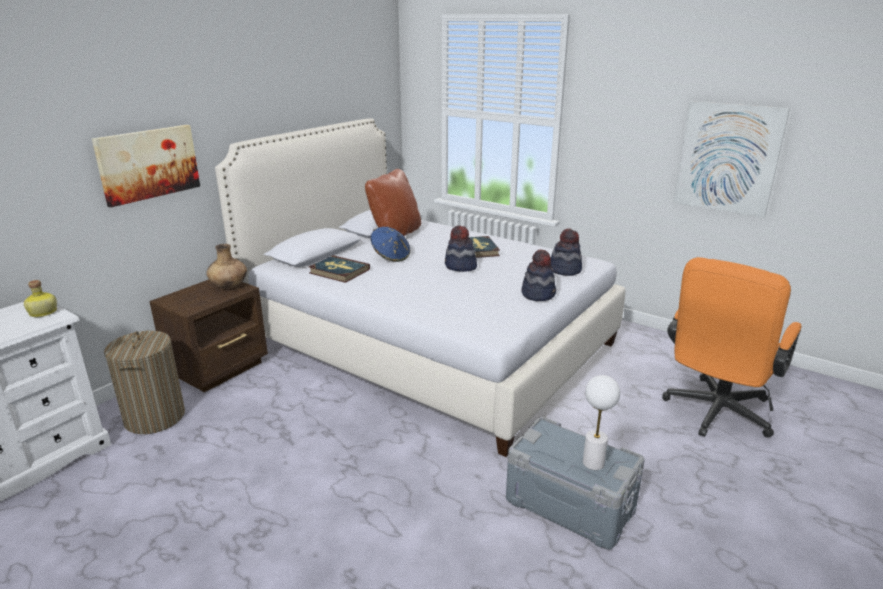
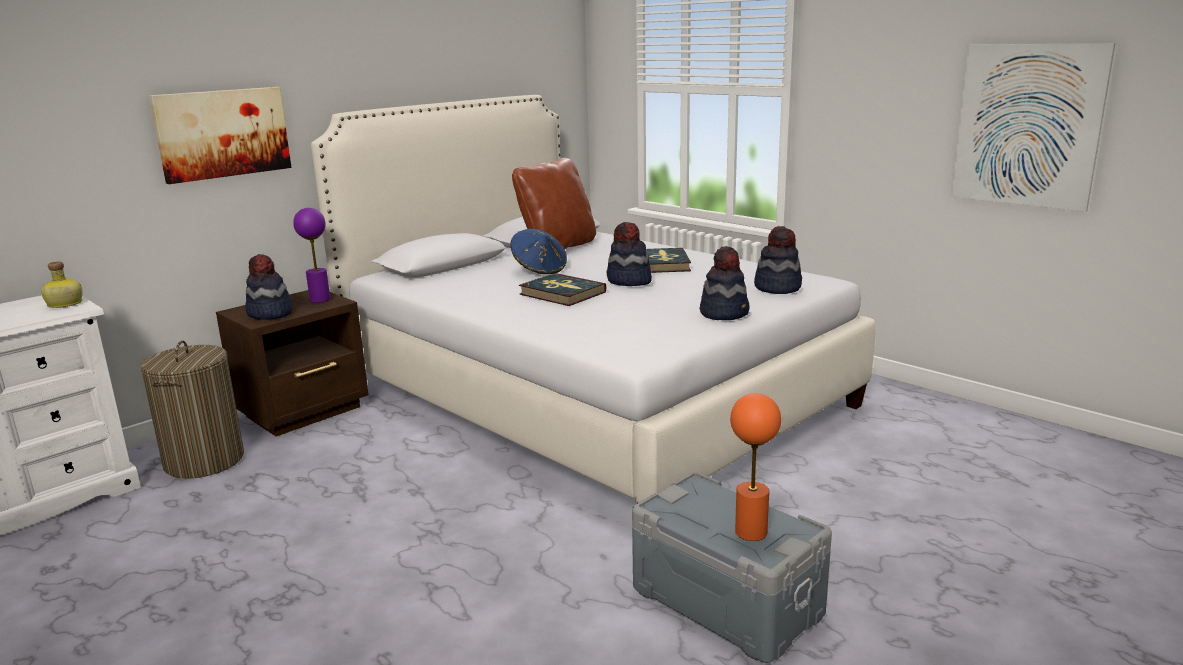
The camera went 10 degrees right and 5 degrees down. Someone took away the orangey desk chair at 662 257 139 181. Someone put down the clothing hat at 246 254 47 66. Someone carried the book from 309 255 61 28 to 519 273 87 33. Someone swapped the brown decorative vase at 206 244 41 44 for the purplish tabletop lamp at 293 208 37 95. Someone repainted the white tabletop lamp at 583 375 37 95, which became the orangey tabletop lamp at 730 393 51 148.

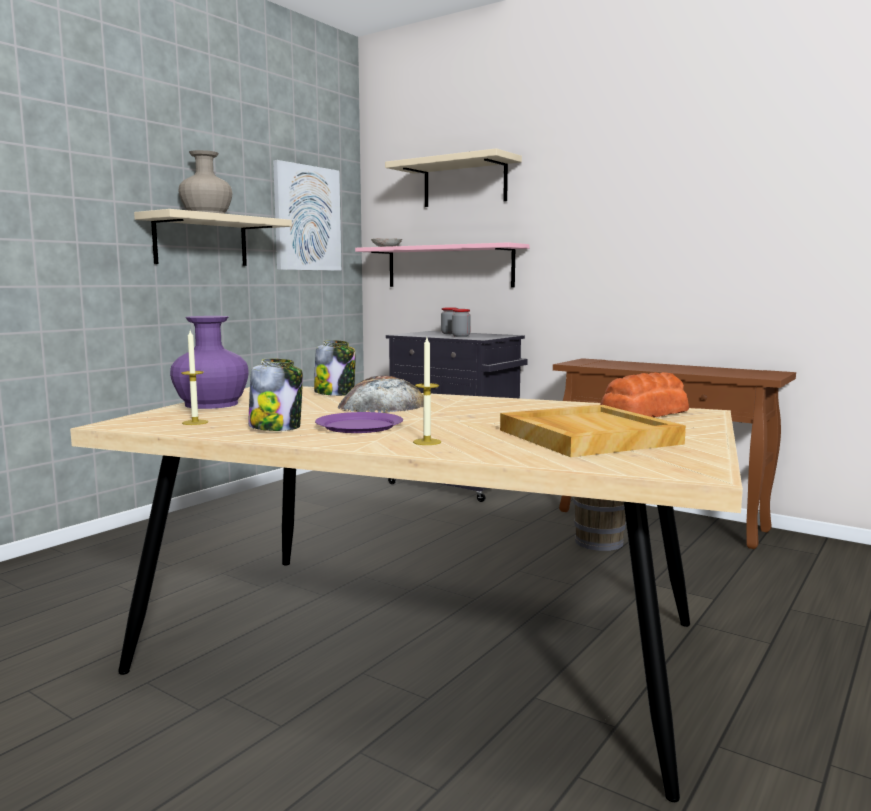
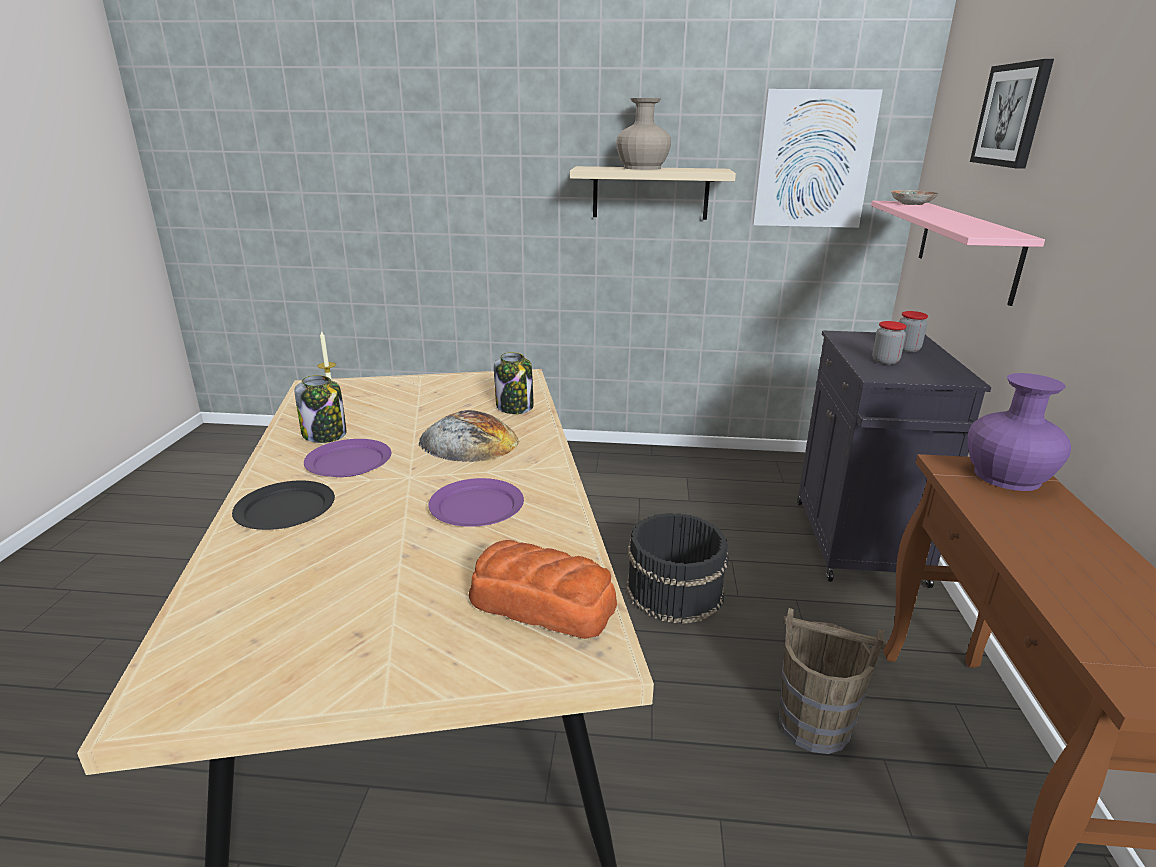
The camera went 60 degrees right and 15 degrees up. Someone took away the sand-coloured serving tray at 500 405 186 52. Someone put down the purplish flat dish at 428 478 96 49. Someone put down the black water bucket at 626 513 103 111. Someone carried the purplish decorative vase from 170 316 79 93 to 967 373 104 118. Someone swapped the sand-coloured shelf at 385 148 137 59 for the wall picture at 970 59 84 110. Someone swapped the candle at 413 338 28 107 for the black flat dish at 232 480 103 50.

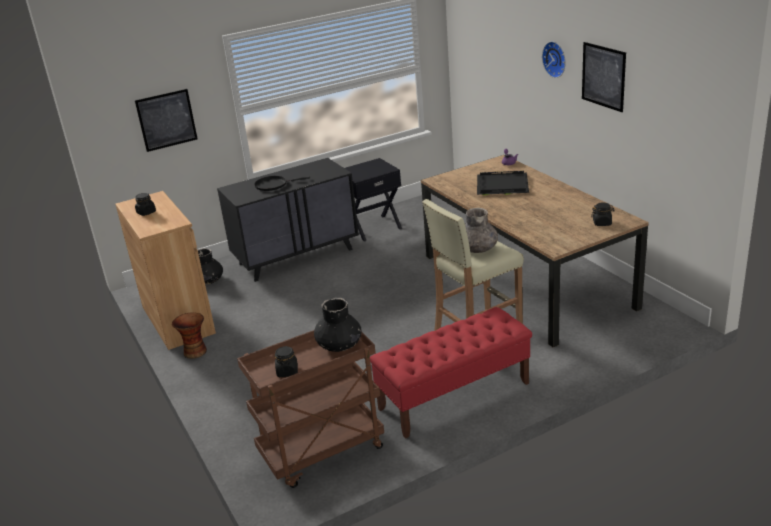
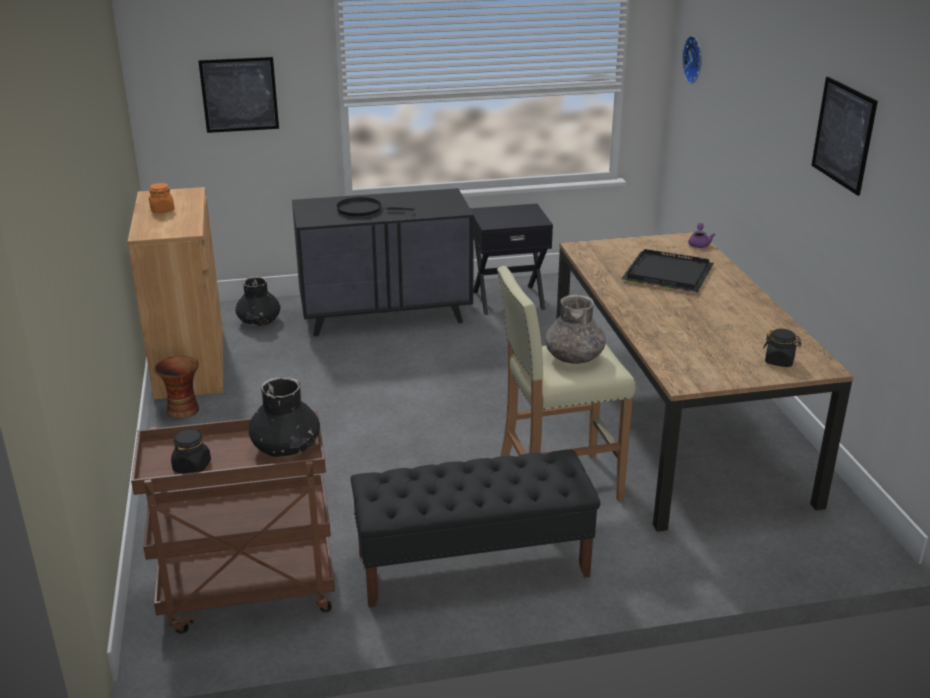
The camera went 15 degrees right and 0 degrees up. Someone carried the hanging clock from 542 41 24 37 to 682 36 20 48. Someone repainted the black storage jar at 135 193 21 23, which became the orangey storage jar at 149 183 26 30. Someone repainted the red long seat at 370 307 162 132, which became the black long seat at 351 449 250 159.

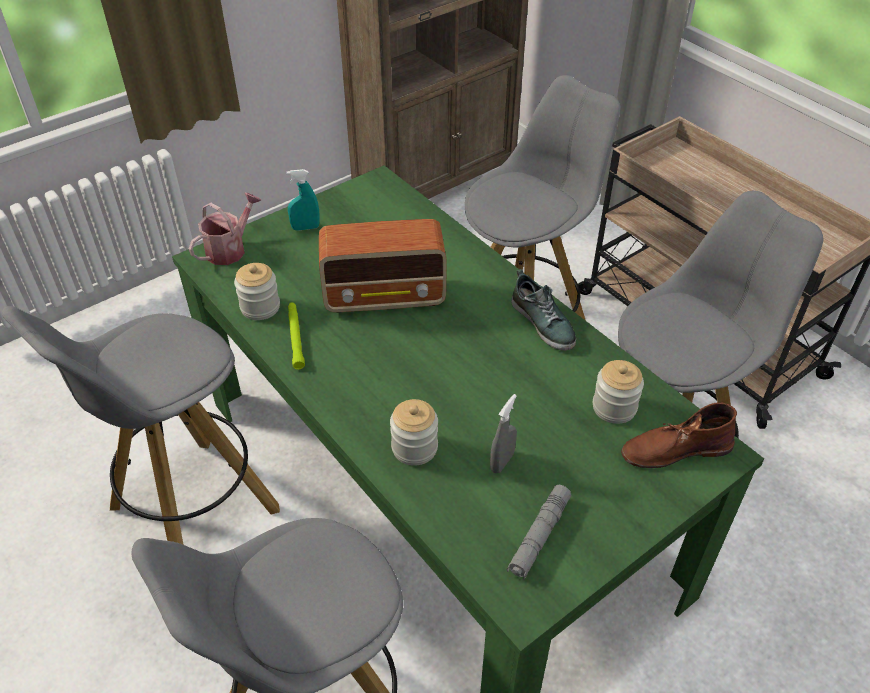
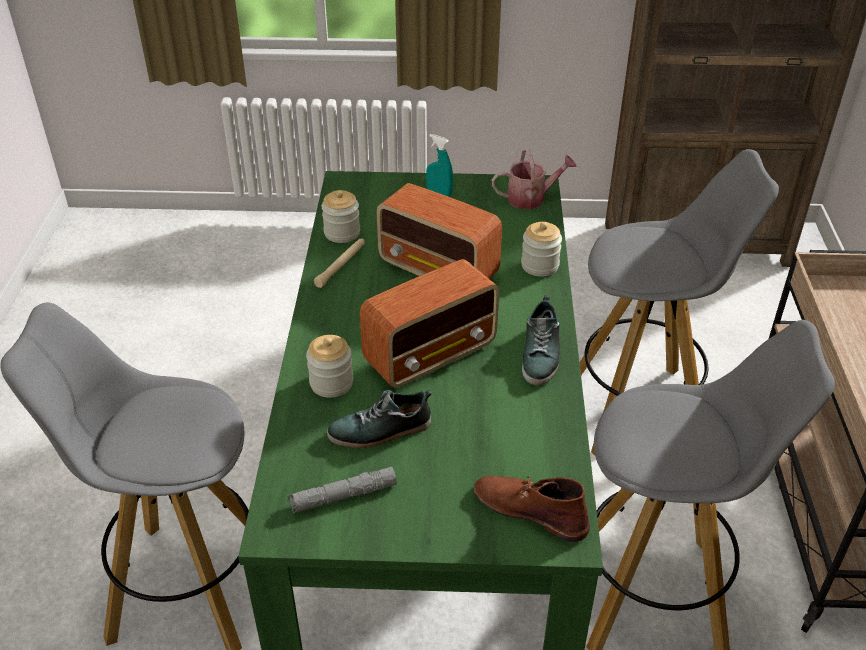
The camera went 40 degrees right and 5 degrees down. Someone took away the greyish stool at 2 306 278 239. Someone put down the radio receiver at 360 259 139 129. Someone carried the watering pot from 189 193 72 72 to 492 149 85 60. Someone carried the storage jar from 593 360 51 64 to 521 222 41 54. Someone swapped the greyish hand sprayer at 490 394 27 79 for the shoe at 327 389 105 59. Someone repainted the greenish torch at 288 302 17 68, which became the sand-coloured torch at 314 239 51 49.

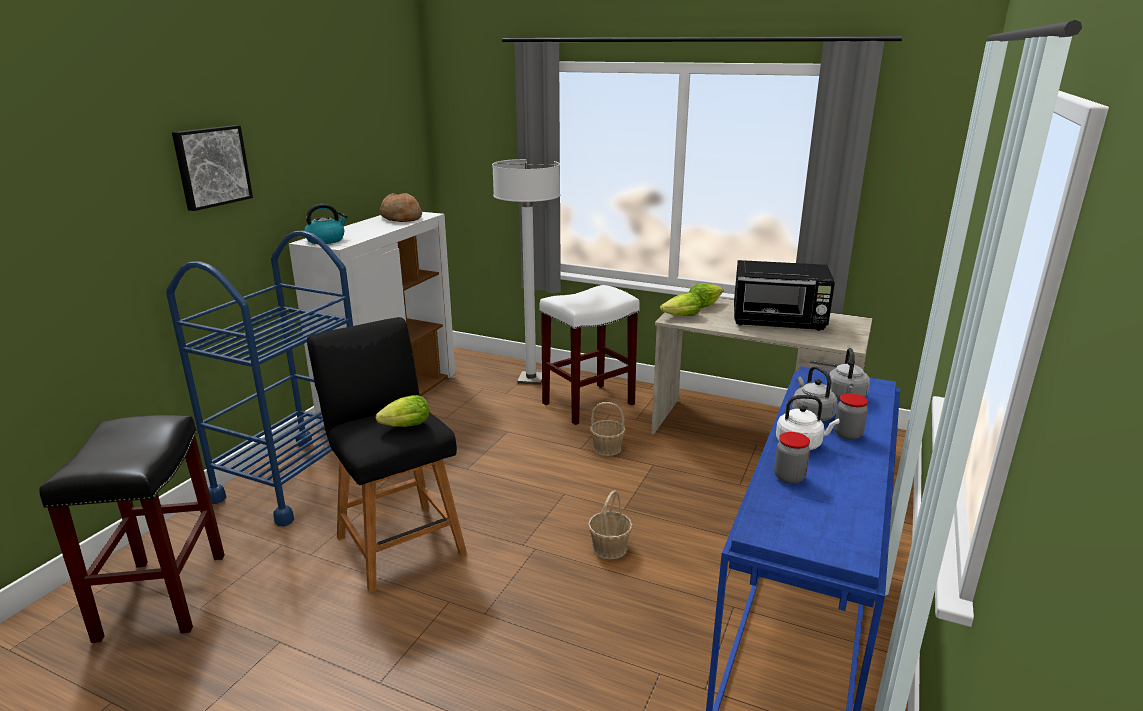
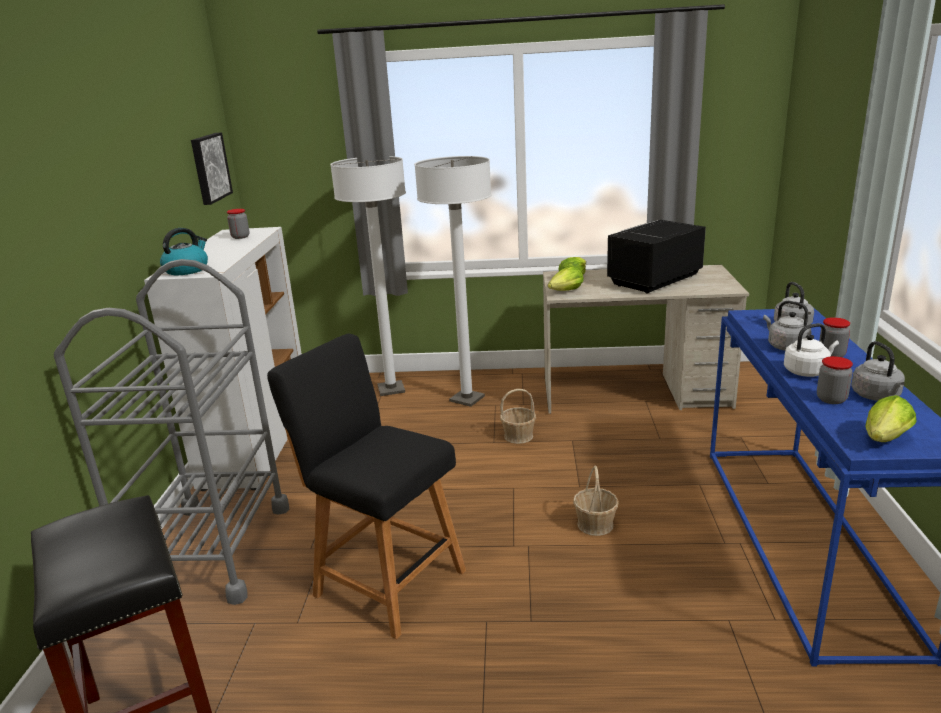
The camera went 20 degrees left and 0 degrees up. Someone put down the greyish water kettle at 851 341 54 60. Someone carried the wall picture from 172 125 81 86 to 191 132 42 73. Someone carried the lettuce from 376 395 53 32 to 866 395 50 47. Someone swapped the baked bread at 380 193 42 29 for the storage jar at 227 209 23 30. Someone swapped the white stool at 540 285 100 140 for the white standing lamp at 414 156 78 251. Someone repainted the blue wheeled cart at 166 231 187 296, which became the greyish wheeled cart at 54 259 235 346. Someone rotated the black microwave at 734 260 101 71 by 150 degrees clockwise.

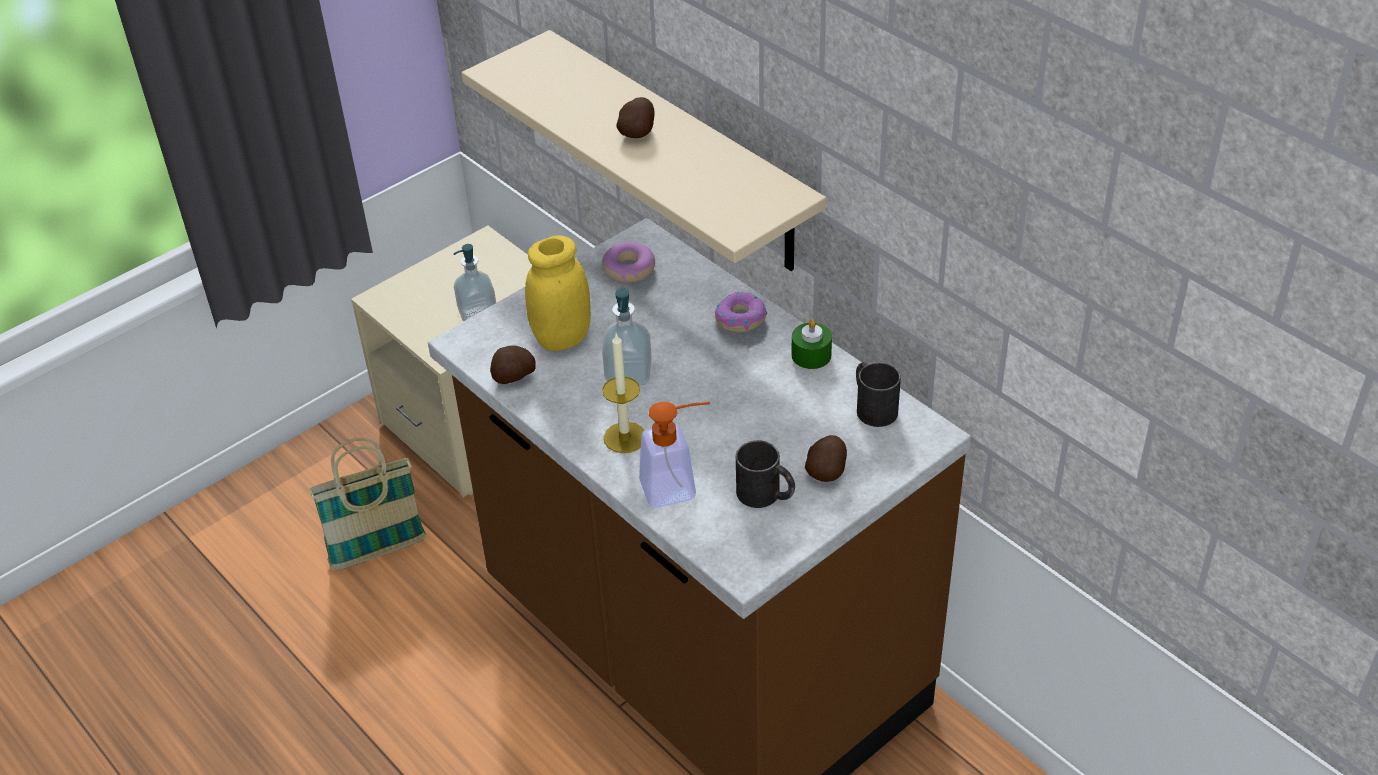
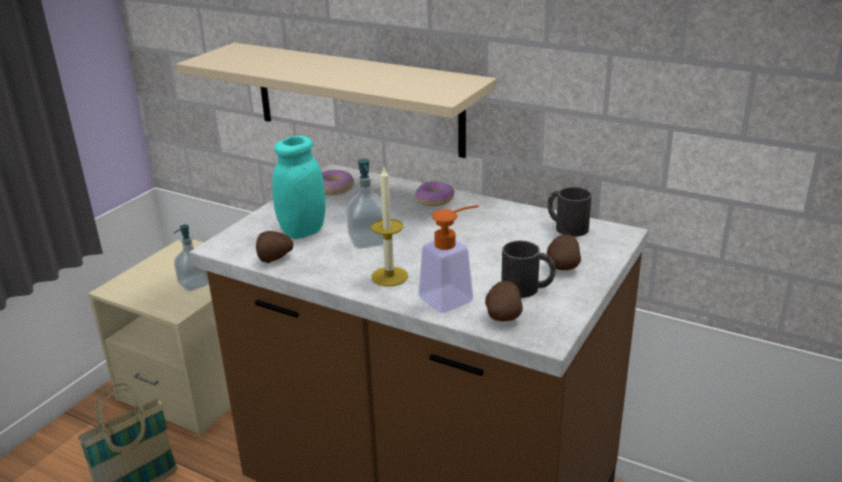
The camera went 20 degrees left and 15 degrees down. Someone took away the greenish candle at 791 319 41 50. Someone carried the whole potato from 616 97 39 41 to 485 281 38 40. Someone repainted the yellowish storage jar at 525 235 66 116, which became the blue-green storage jar at 272 136 54 103.

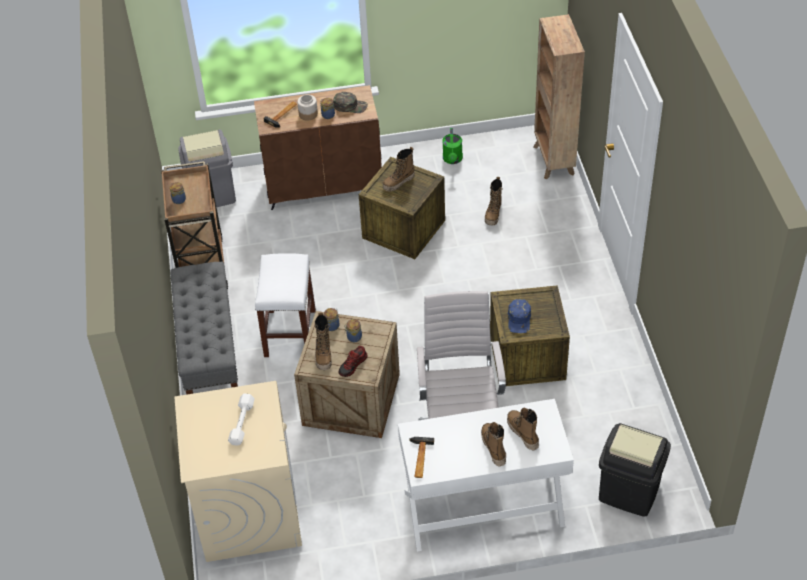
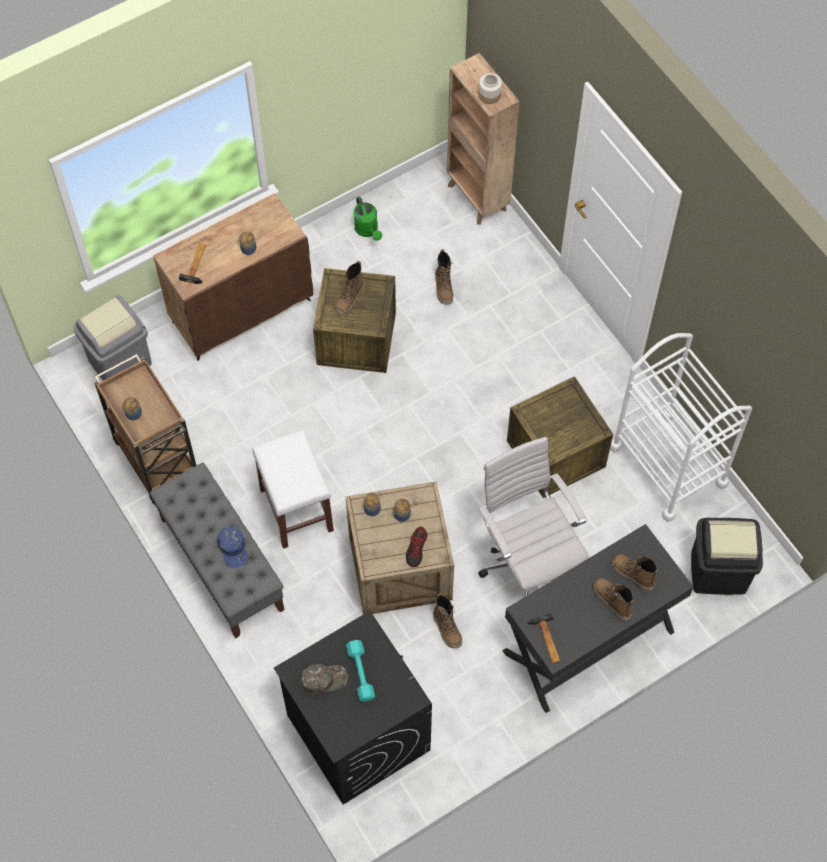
The camera went 25 degrees left and 15 degrees up. Someone put down the white wheeled cart at 610 333 142 189. Someone carried the storage jar from 297 95 21 26 to 479 73 23 31. Someone carried the boot from 315 312 17 58 to 433 593 29 55. Someone carried the greenish cap from 333 92 35 21 to 300 664 48 31. Someone carried the blue cap from 508 299 23 34 to 217 526 31 42. Someone repainted the sand-coloured washing machine at 174 381 128 181, which became the black washing machine at 274 611 158 194. Someone repainted the white dumbbell at 228 393 27 53, which became the blue-green dumbbell at 346 640 29 62. Someone repainted the white desk at 398 399 176 153, which became the black desk at 502 524 191 189.

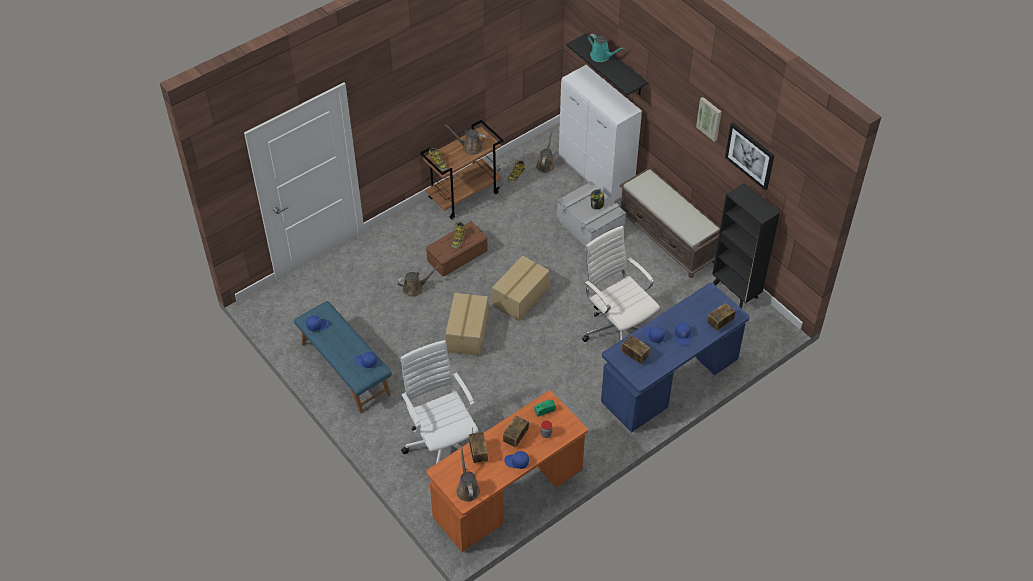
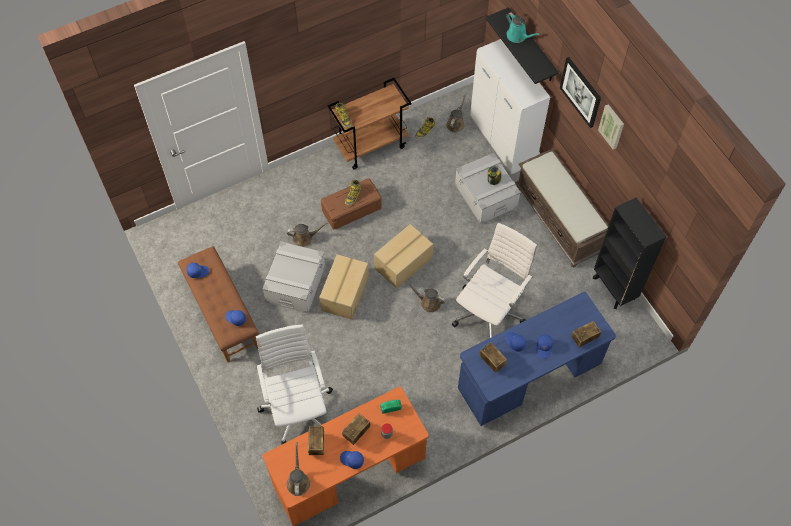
The camera went 10 degrees right and 10 degrees up. Someone put down the greyish storage bin at 262 242 64 71. Someone carried the brown watering pot from 445 125 42 30 to 405 281 41 32. Someone carried the wall picture from 725 123 50 67 to 560 57 41 71. Someone repainted the blue long seat at 294 301 98 112, which became the brown long seat at 178 246 81 117. Someone rotated the white desk chair at 582 226 78 116 by 60 degrees clockwise.

